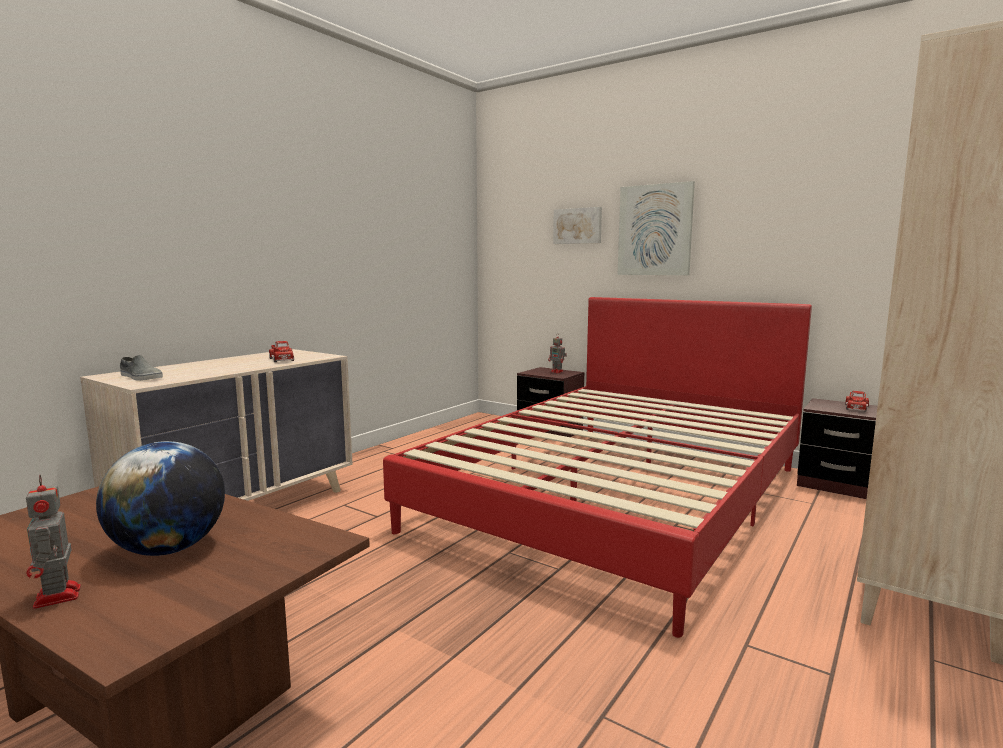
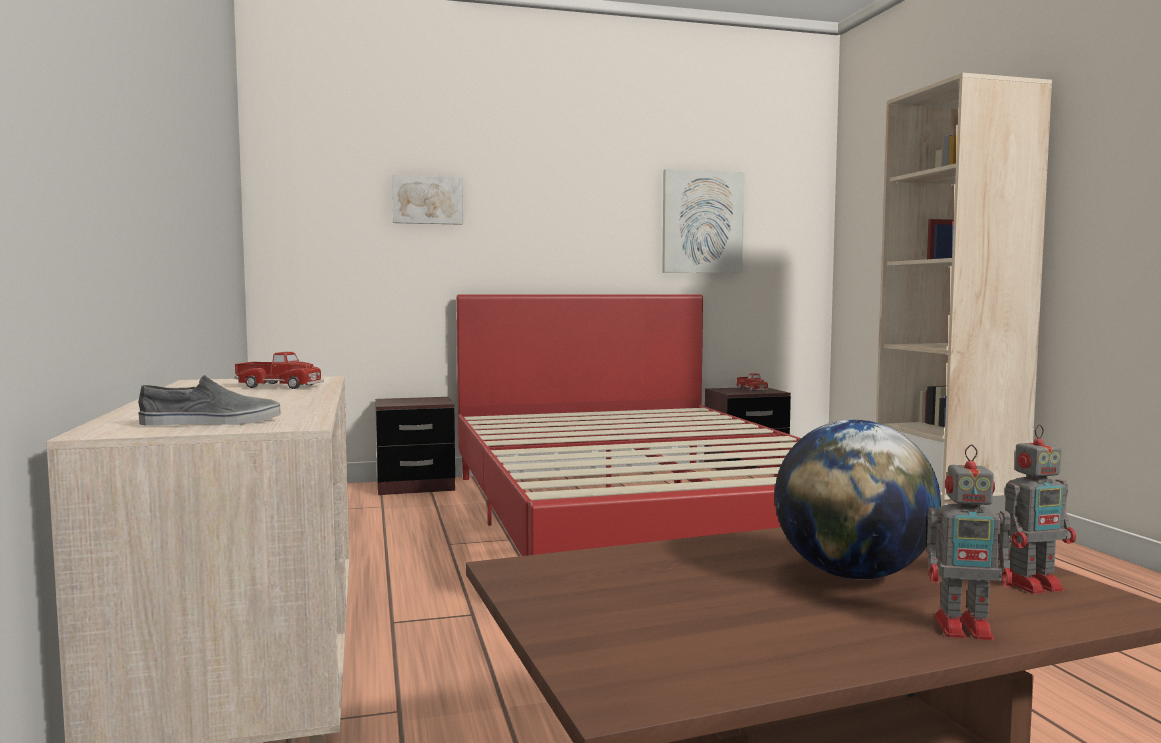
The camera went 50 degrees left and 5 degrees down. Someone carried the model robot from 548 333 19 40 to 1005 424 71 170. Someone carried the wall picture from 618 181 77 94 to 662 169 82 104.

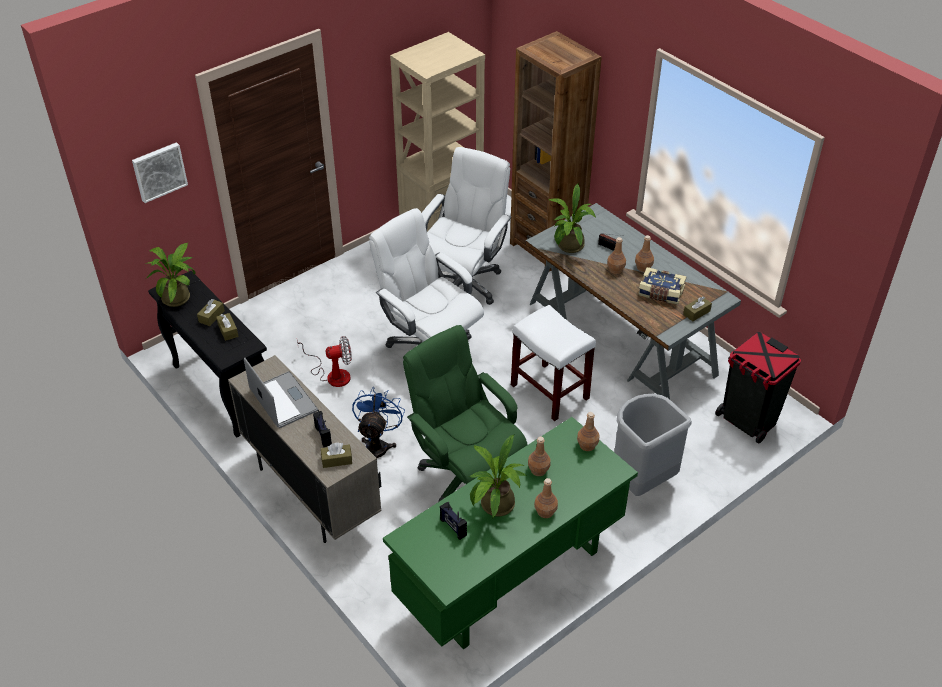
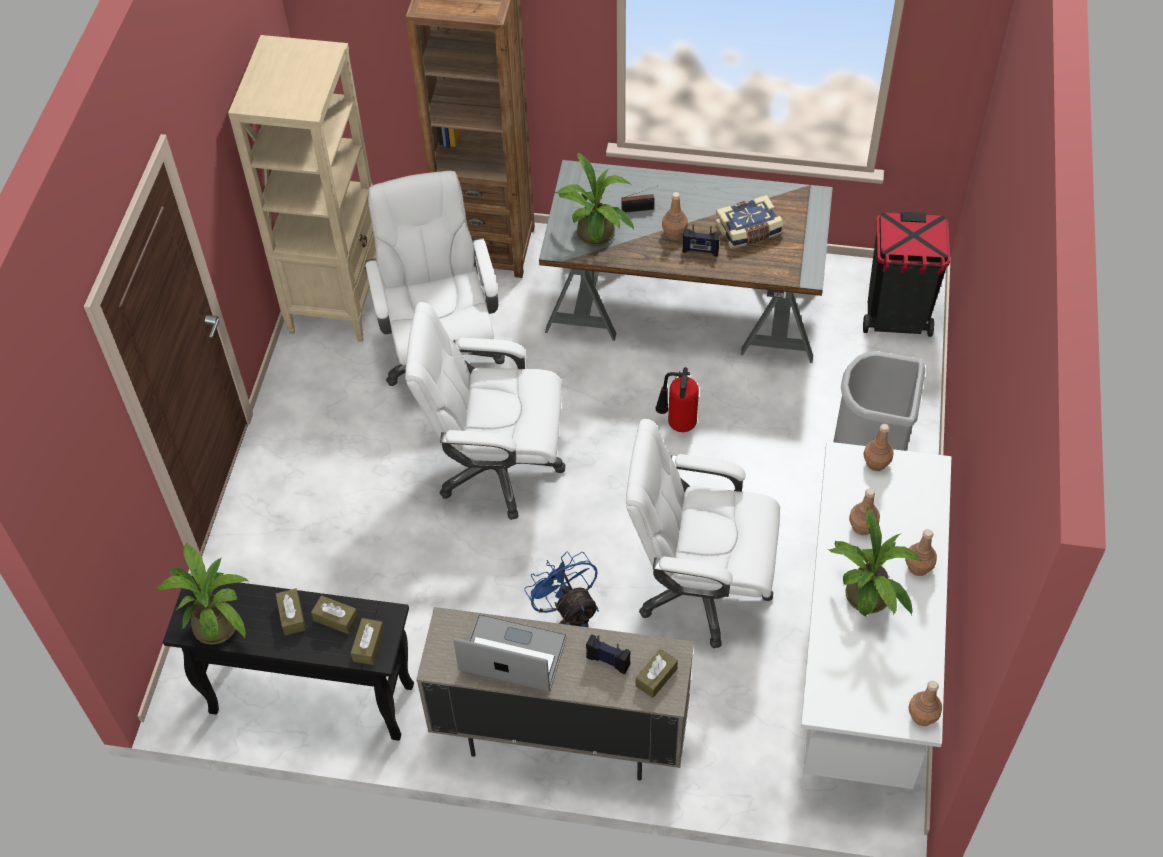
The camera went 40 degrees left and 10 degrees up. Someone took away the wall picture at 132 142 56 61. Someone took away the fan at 297 336 55 51. Someone carried the radio receiver from 440 501 27 39 to 682 224 38 33. Someone carried the brown bottle from 635 235 19 37 to 909 681 33 45. Someone carried the brown box of tissues from 683 296 29 26 to 351 618 33 47. Someone swapped the white stool at 511 305 85 117 for the extinguisher at 655 367 44 65. Someone repainted the greenish desk at 383 417 255 233, which became the white desk at 801 442 150 347. Someone repainted the greenish desk chair at 403 325 125 177, which became the white desk chair at 626 419 154 229.

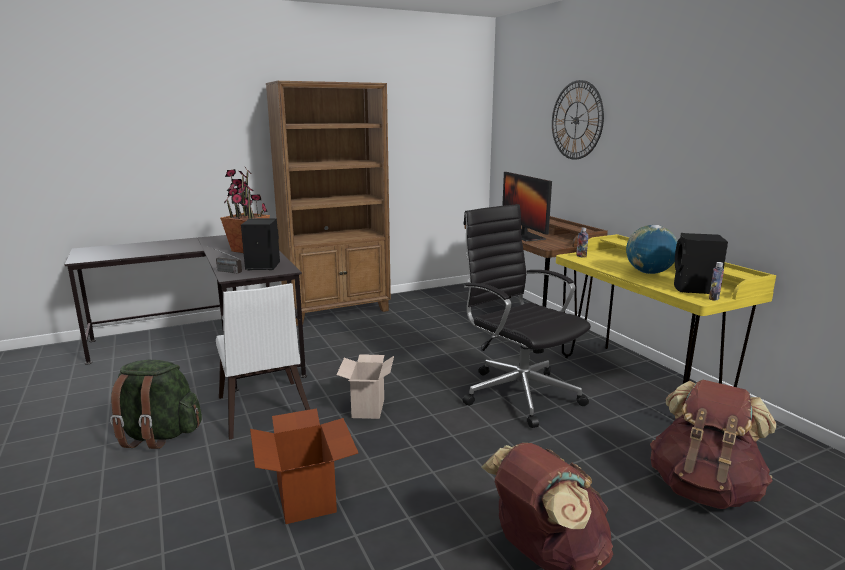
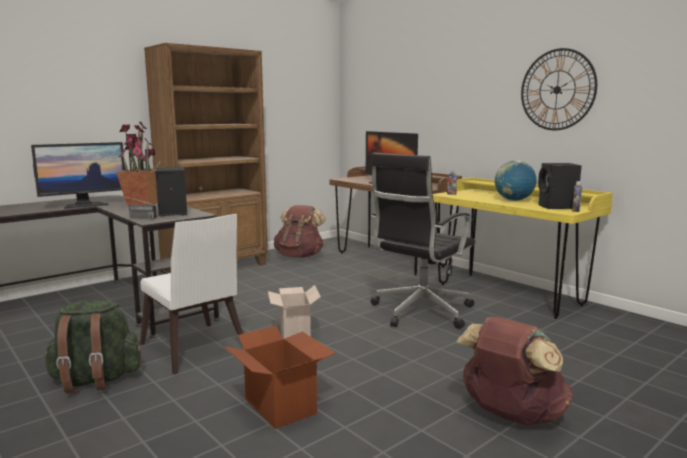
The camera went 15 degrees left and 5 degrees down. Someone put down the computer display at 31 142 94 67. Someone carried the hanging clock from 552 80 52 80 to 521 48 76 82. Someone carried the brown knapsack from 650 380 126 129 to 274 205 52 52. Someone rotated the black desk chair at 463 204 128 224 by 90 degrees counterclockwise.

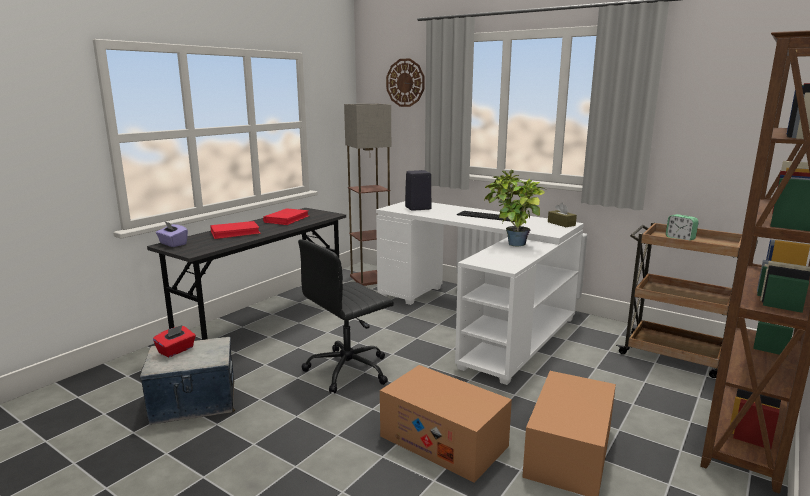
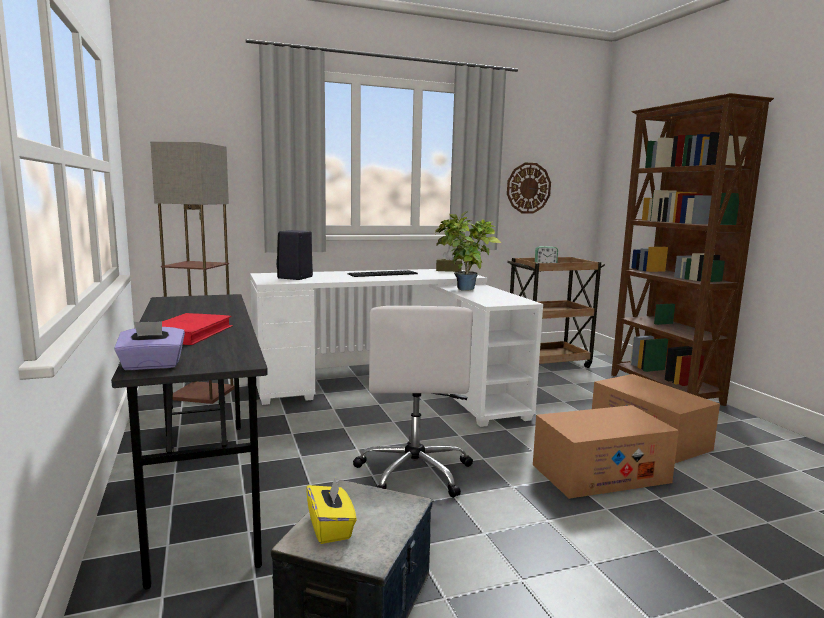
The camera went 55 degrees left and 5 degrees down. Someone took away the red book at 263 208 46 17. Someone carried the hanging clock from 386 59 38 48 to 507 163 44 51. Someone repainted the red box of tissues at 153 325 43 33, which became the yellowish box of tissues at 306 478 51 66. Someone repainted the black desk chair at 298 240 96 153, which became the white desk chair at 353 306 120 192.

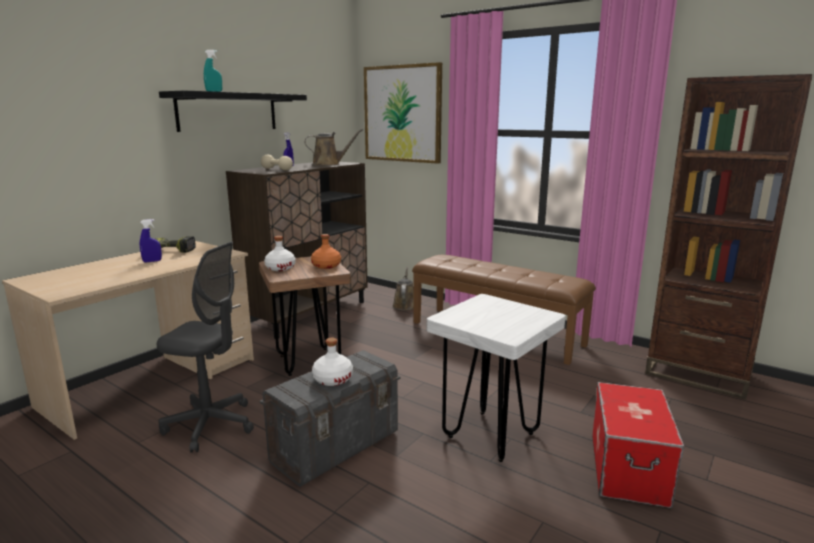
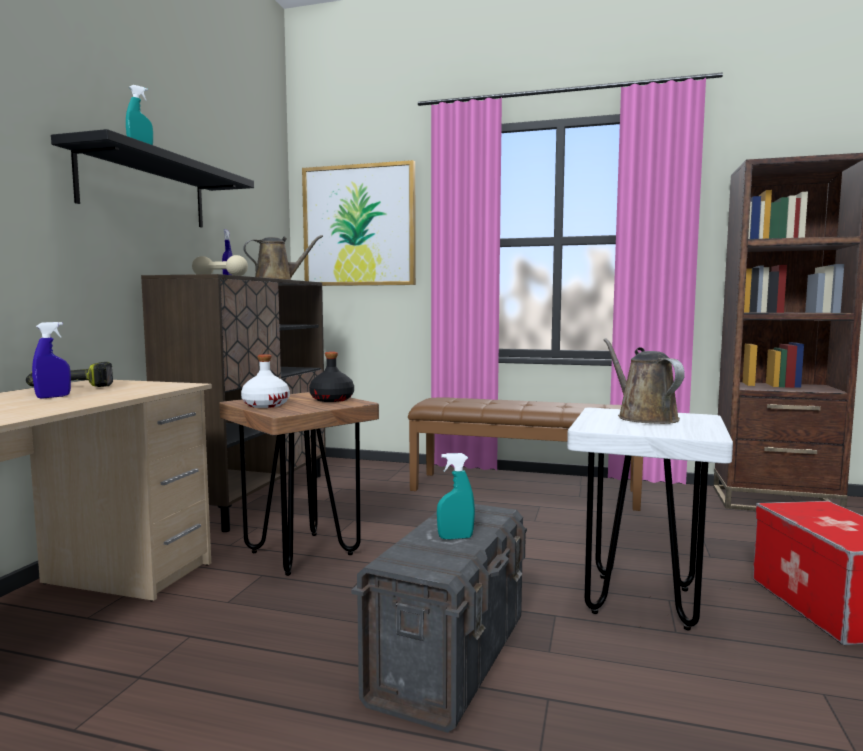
The camera went 20 degrees left and 10 degrees down. Someone took away the greyish desk chair at 157 242 97 210. Someone carried the brown watering pot from 392 266 22 44 to 604 338 81 86. Someone swapped the white bottle at 312 338 41 48 for the blue-green hand sprayer at 437 453 38 87. Someone repainted the orangey bottle at 311 234 30 35, which became the black bottle at 309 352 45 50.

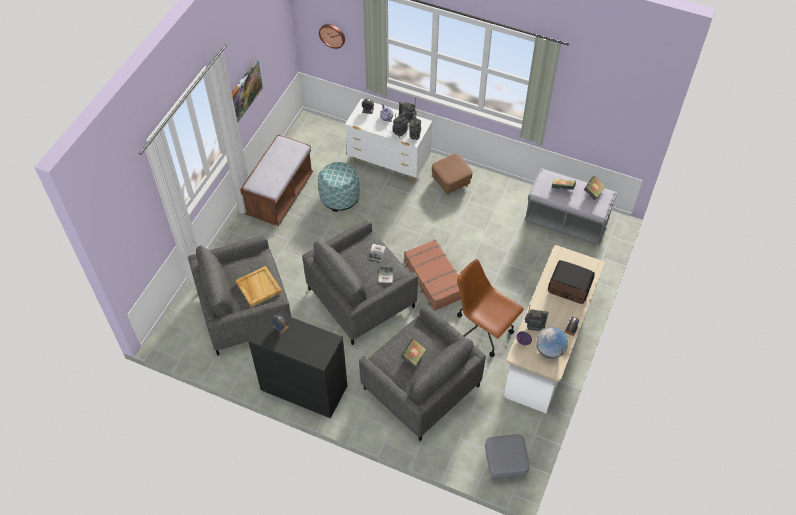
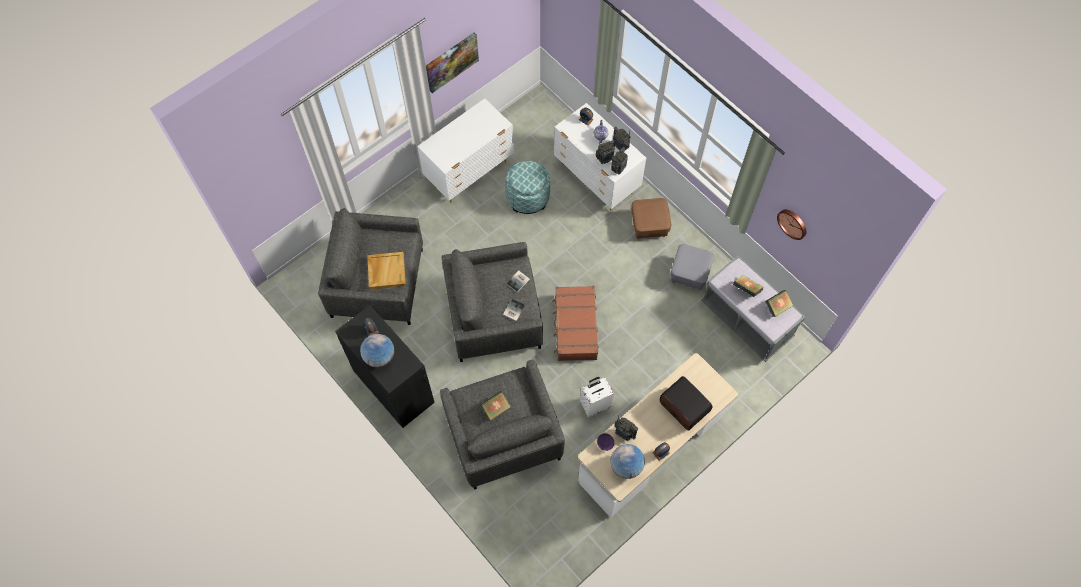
The camera went 25 degrees right and 10 degrees up. Someone put down the desk globe at 360 334 34 33. Someone carried the hanging clock from 319 24 26 25 to 777 209 29 31. Someone carried the greyish footrest from 485 434 45 46 to 670 244 44 46. Someone swapped the brown long seat at 240 135 73 91 for the white drawer chest at 417 98 97 104. Someone swapped the brown desk chair at 457 259 67 98 for the white suitcase at 580 377 34 40.

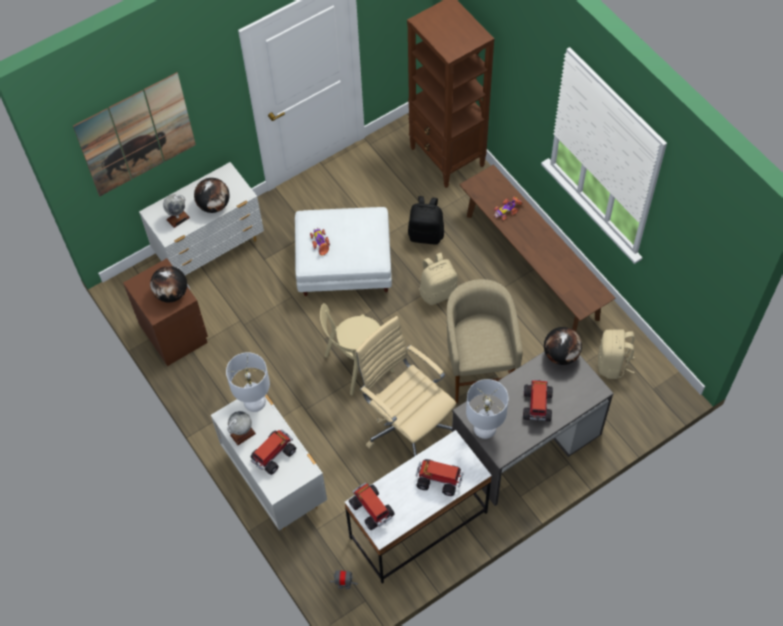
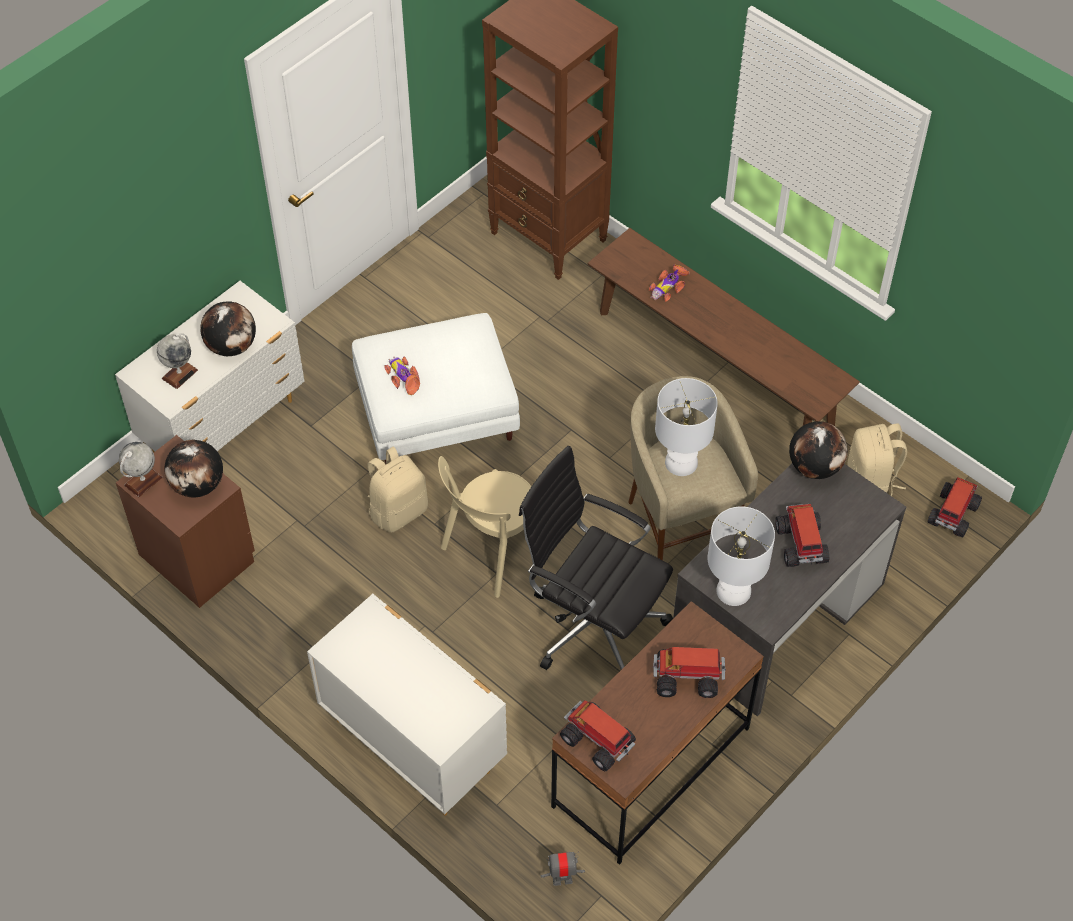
The camera went 15 degrees left and 5 degrees down. Someone took away the wall picture at 73 72 123 124. Someone took away the black knapsack at 408 196 36 49. Someone carried the white tabletop lamp from 226 352 44 60 to 655 378 63 98. Someone carried the desk globe from 227 411 29 34 to 119 442 43 55. Someone carried the model truck from 250 430 46 45 to 928 477 54 61. Someone carried the sand-coloured knapsack from 419 253 38 52 to 367 447 61 86. Someone repainted the white desk at 344 430 148 153, which became the brown desk at 551 601 213 264. Someone repainted the sand-coloured desk chair at 355 316 101 141, which became the black desk chair at 519 446 154 224.

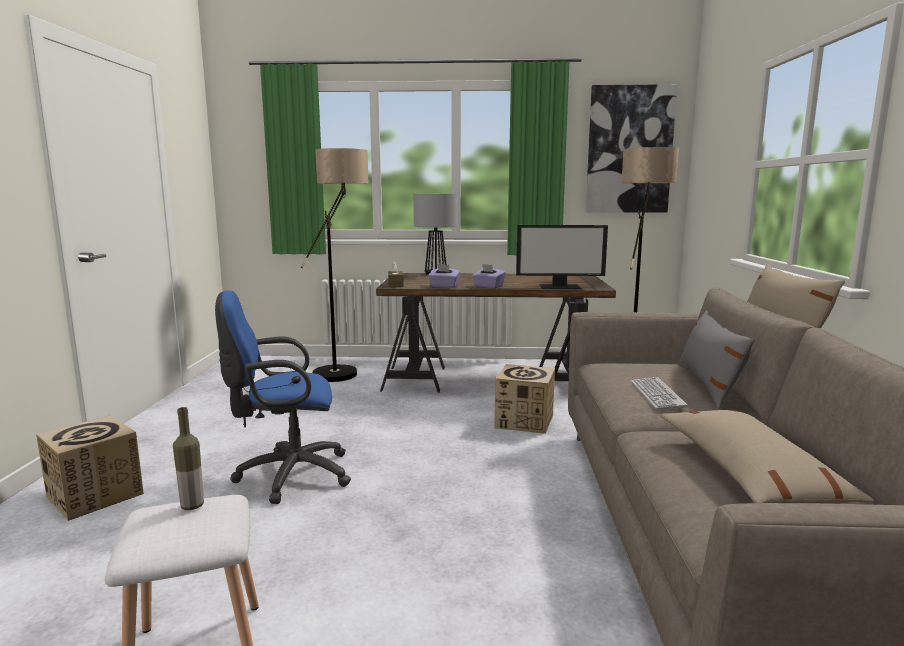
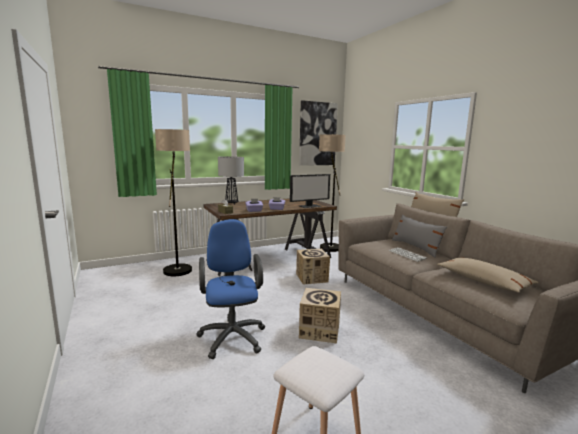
The camera went 30 degrees left and 0 degrees up. Someone took away the bottle at 173 407 31 103. Someone carried the cardboard box from 36 415 108 106 to 299 288 42 55. Someone rotated the blue desk chair at 215 290 136 214 by 120 degrees clockwise.

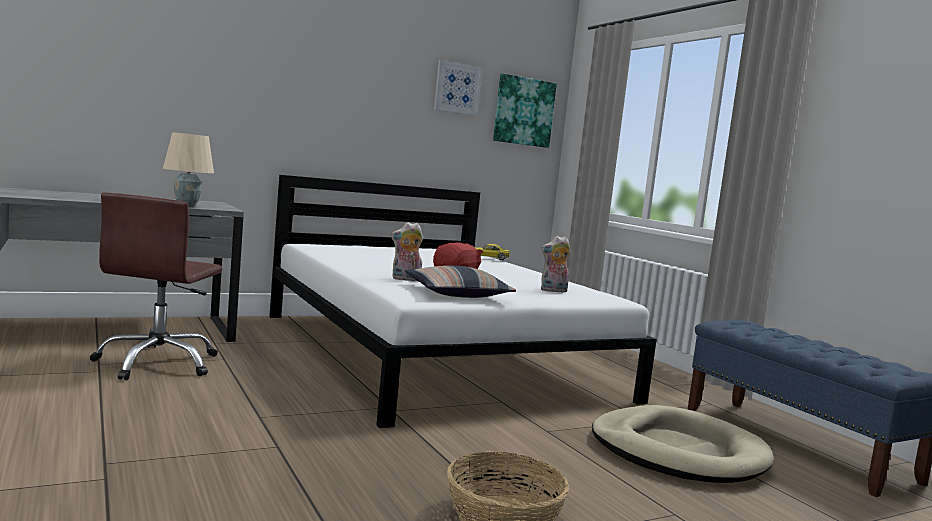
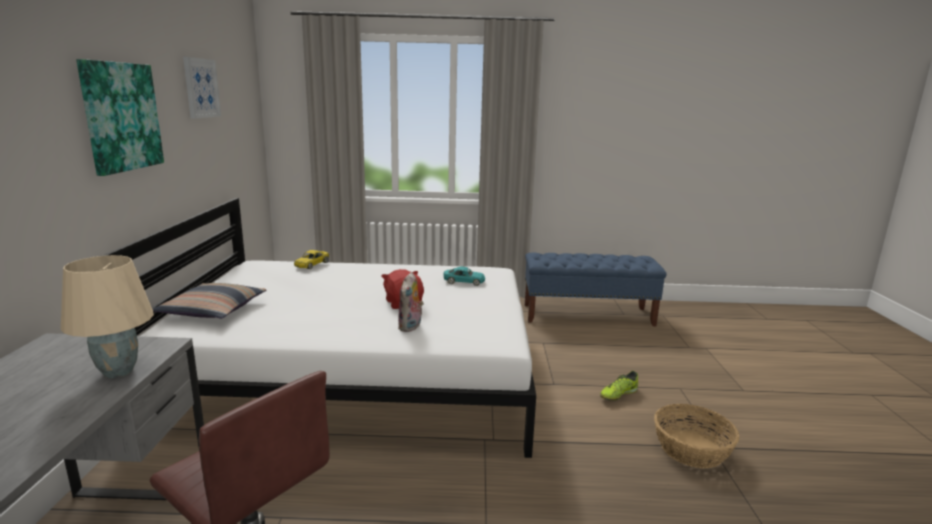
The camera went 60 degrees left and 10 degrees up. Someone took away the sand-coloured pet bed at 592 405 181 78. Someone put down the shoe at 600 371 38 30. Someone carried the throw pillow from 405 265 111 33 to 153 283 113 36. Someone carried the wall picture from 493 73 64 75 to 76 59 88 117. Someone swapped the cuddly toy at 541 236 29 56 for the blue-green model car at 444 267 41 19.

